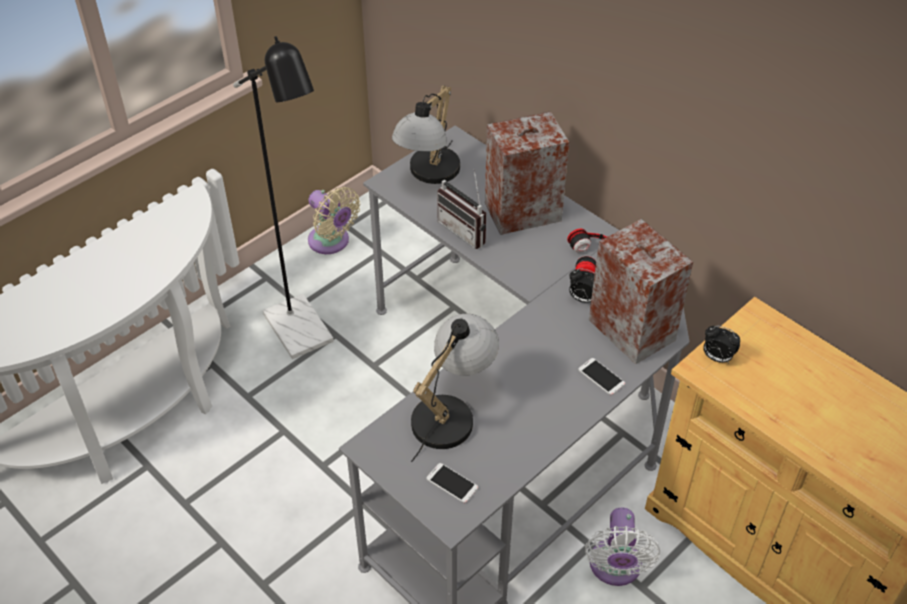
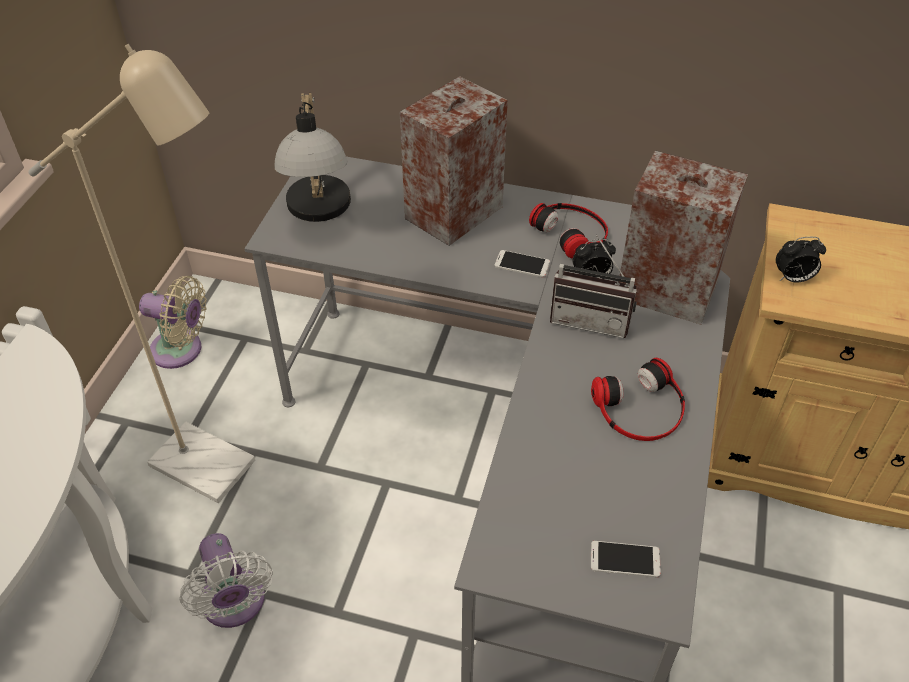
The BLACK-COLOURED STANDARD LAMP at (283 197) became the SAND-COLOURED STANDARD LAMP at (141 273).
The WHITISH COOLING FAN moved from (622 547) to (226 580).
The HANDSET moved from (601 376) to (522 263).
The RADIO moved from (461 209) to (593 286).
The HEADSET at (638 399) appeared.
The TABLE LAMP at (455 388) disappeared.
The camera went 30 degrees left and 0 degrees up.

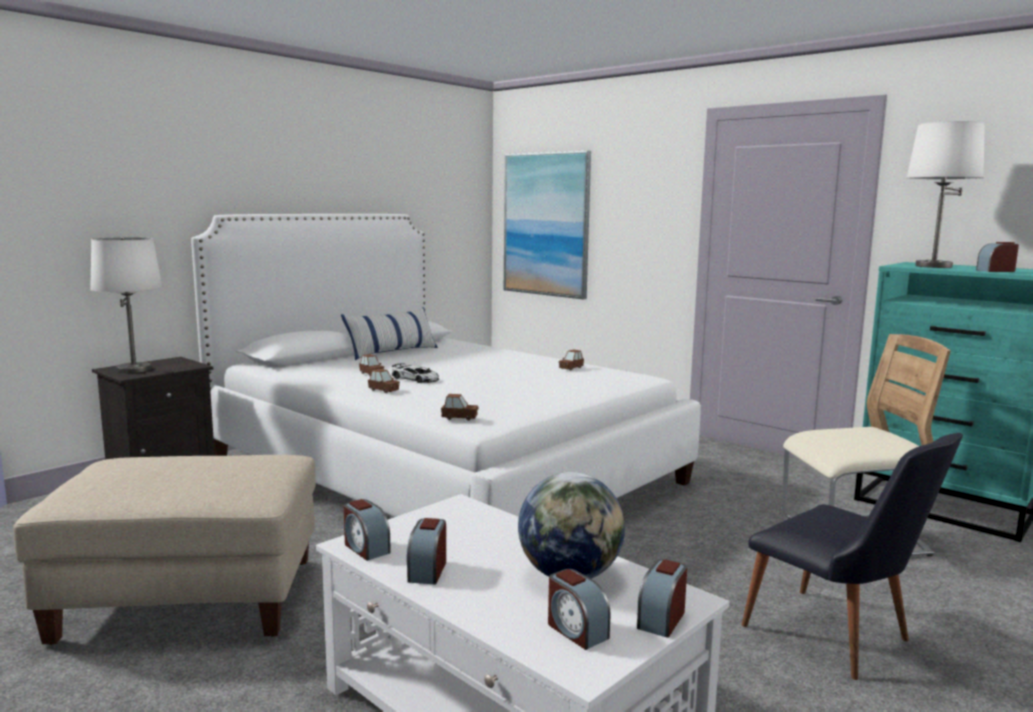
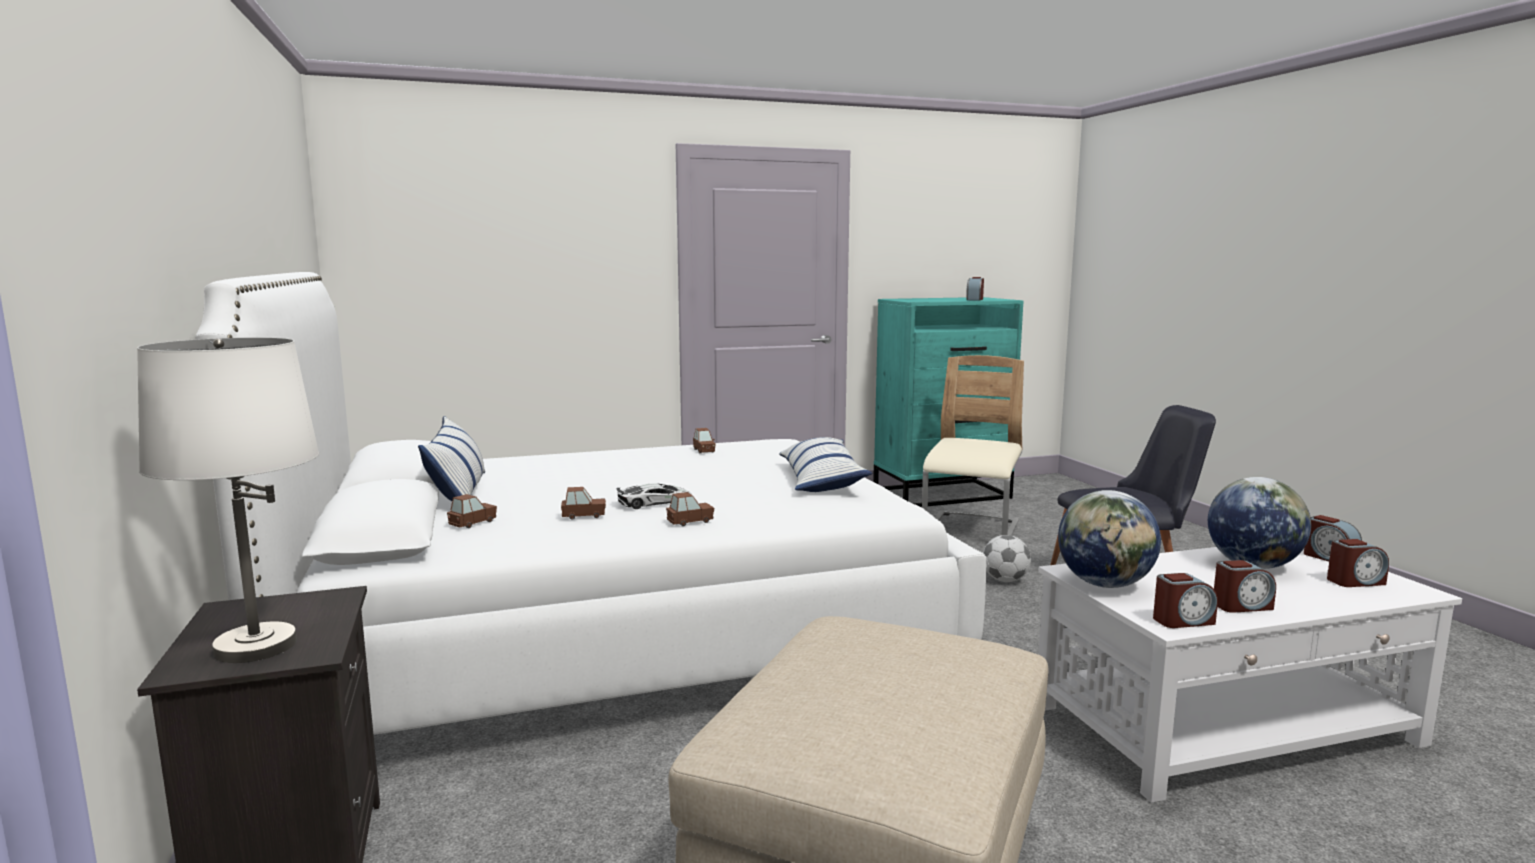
The BROWNISH MODEL CAR moved from (460 407) to (472 511).
The CUSHION at (825 464) appeared.
The FOOTBALL at (1007 558) appeared.
The WORLD GLOBE at (1109 539) appeared.
The TABLE CLOCK at (426 551) turned 45 degrees counterclockwise.
The PICTURE at (547 224) disappeared.
The WHITISH TABLE LAMP at (945 194) disappeared.
The camera went 60 degrees left and 0 degrees up.

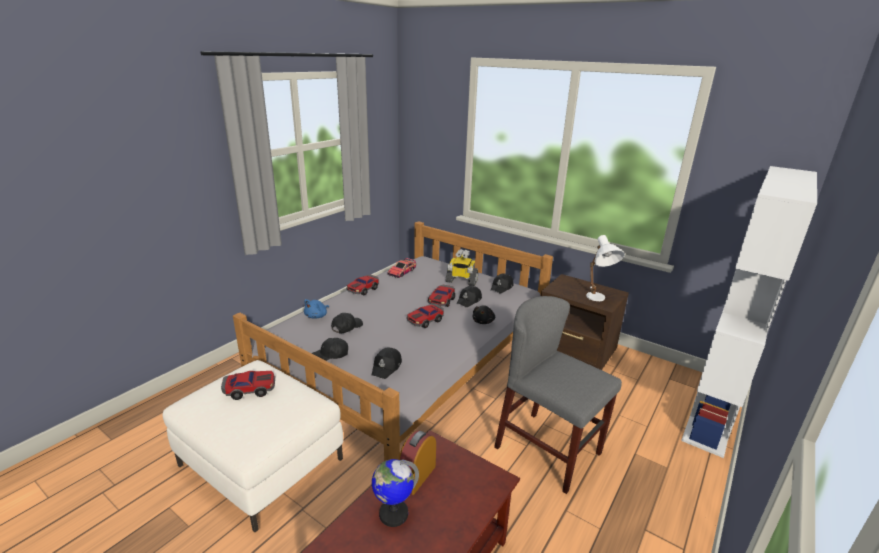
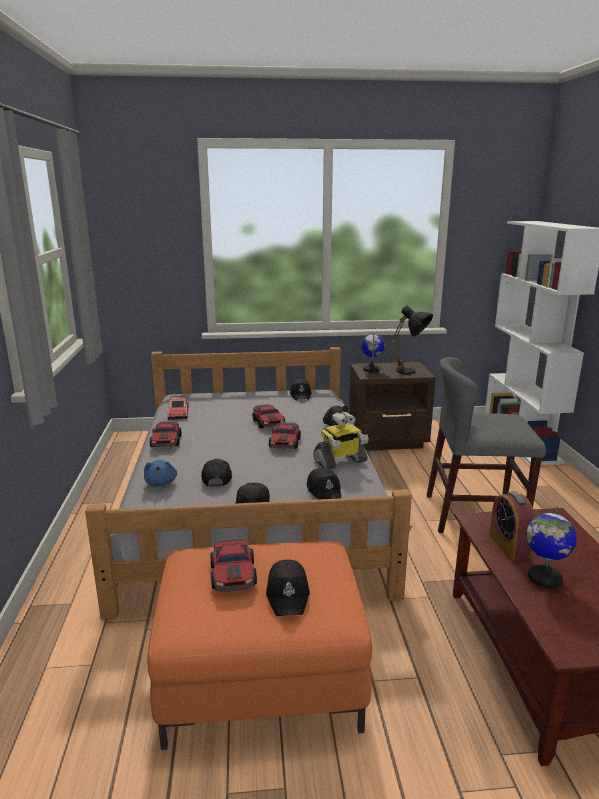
The WHITISH FOOTREST at (253 446) became the ORANGE-COLOURED FOOTREST at (259 645).
The MODEL CAR at (248 385) turned 135 degrees clockwise.
The BLACK-COLOURED BASEBALL CAP moved from (469 296) to (288 588).
The MODEL ROBOT moved from (461 267) to (341 440).
The WORLD GLOBE at (373 352) appeared.
The WHITISH TABLE LAMP at (605 268) became the BLACK-COLOURED TABLE LAMP at (412 340).
The camera went 40 degrees left and 5 degrees down.

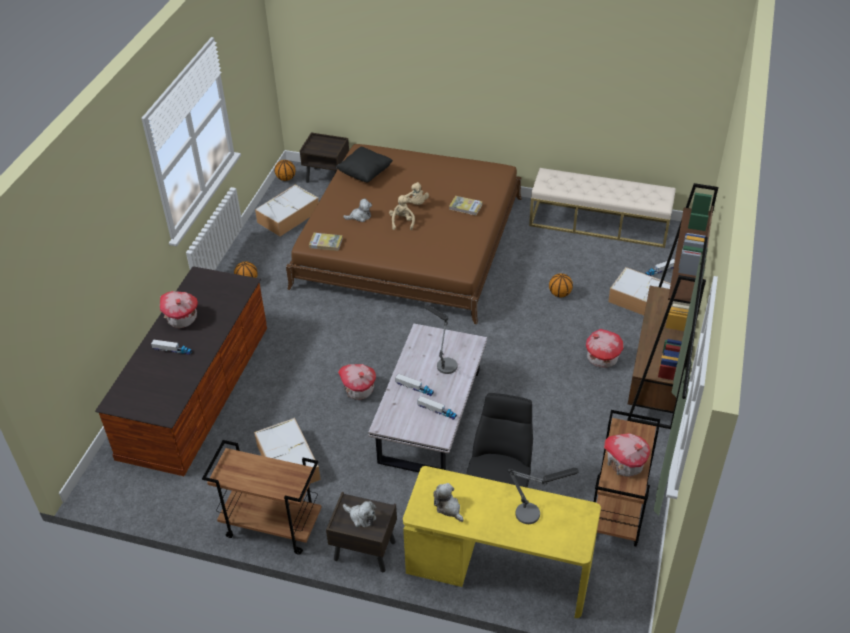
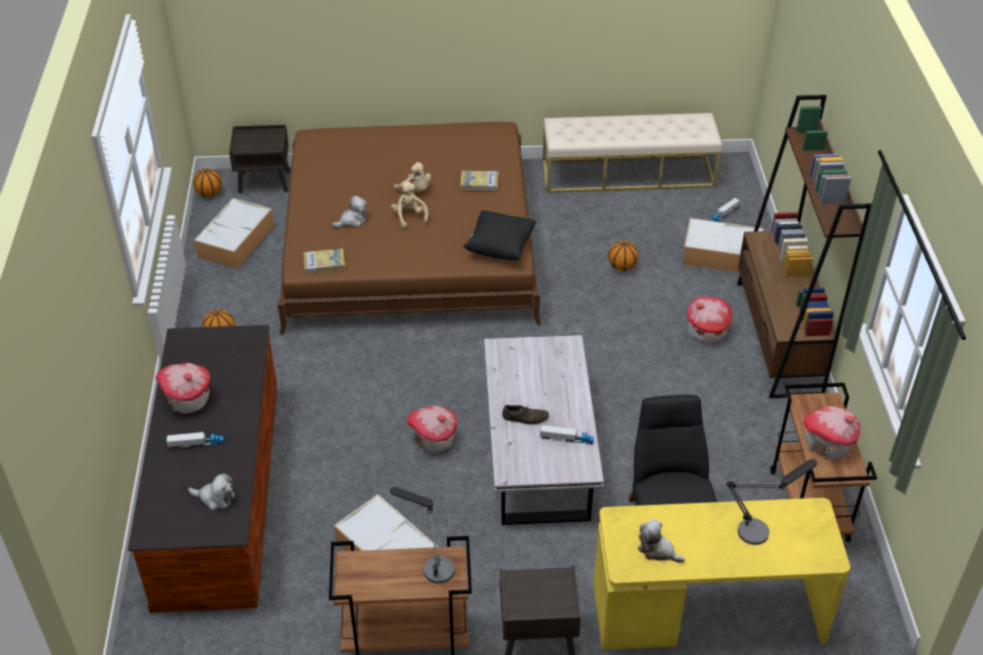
The PLUSH TOY moved from (359 514) to (211 492).
The TABLE LAMP moved from (440 339) to (422 535).
The BLACK-COLOURED CUSHION moved from (364 164) to (499 235).
The MODEL TRUCK at (414 385) was replaced by the BROWNISH ITEM OF FOOTWEAR at (525 415).
The camera went 20 degrees left and 0 degrees up.

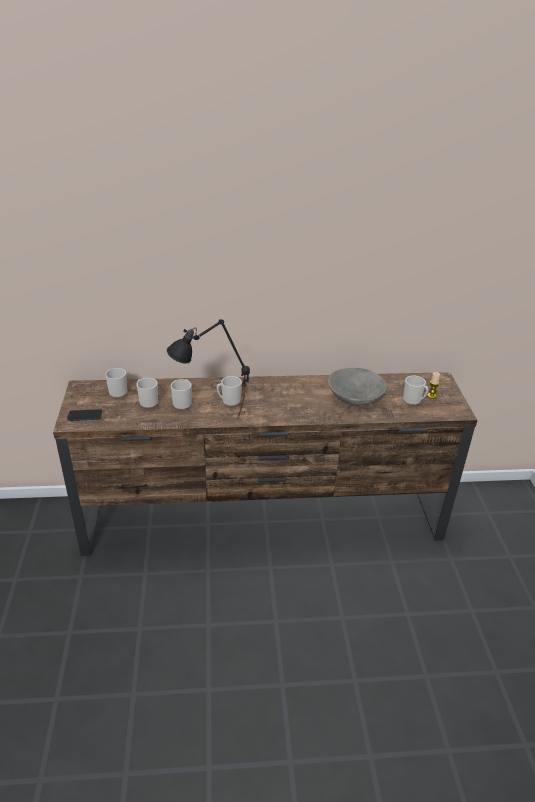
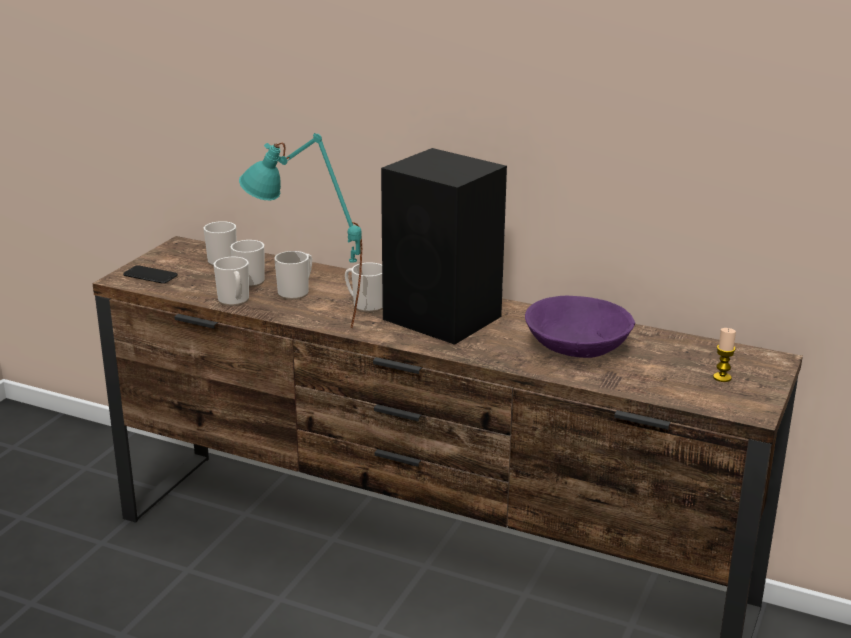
The COFFEE MUG moved from (415 390) to (231 281).
The BLACK-COLOURED TABLE LAMP at (208 368) became the TURQUOISE-COLOURED TABLE LAMP at (300 230).
The BLACK-COLOURED AUDIO SPEAKER at (444 246) appeared.
The GRAY SERVING BOWL at (357 386) became the PURPLE SERVING BOWL at (580 327).
The camera went 30 degrees right and 10 degrees down.

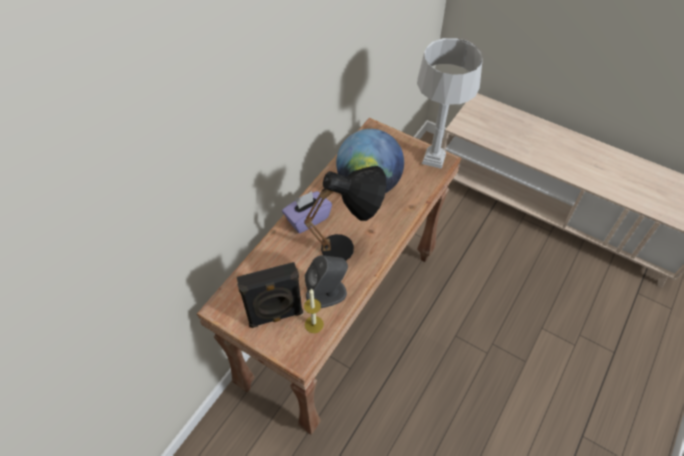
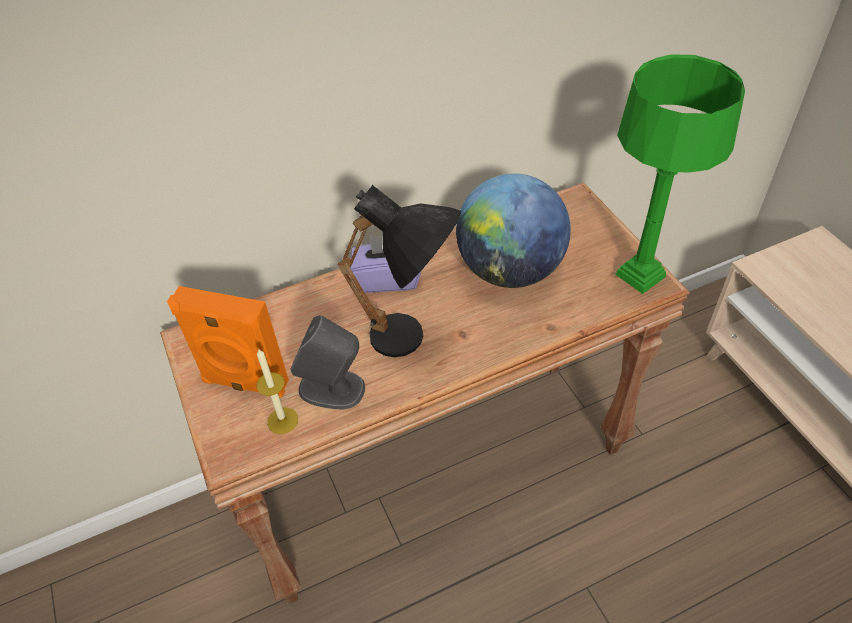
The BLACK-COLOURED AUDIO SPEAKER at (270 295) became the ORANGE-COLOURED AUDIO SPEAKER at (228 341).
The GRAY TABLE LAMP at (450 103) became the GREEN TABLE LAMP at (680 174).
The camera went 35 degrees right and 5 degrees down.

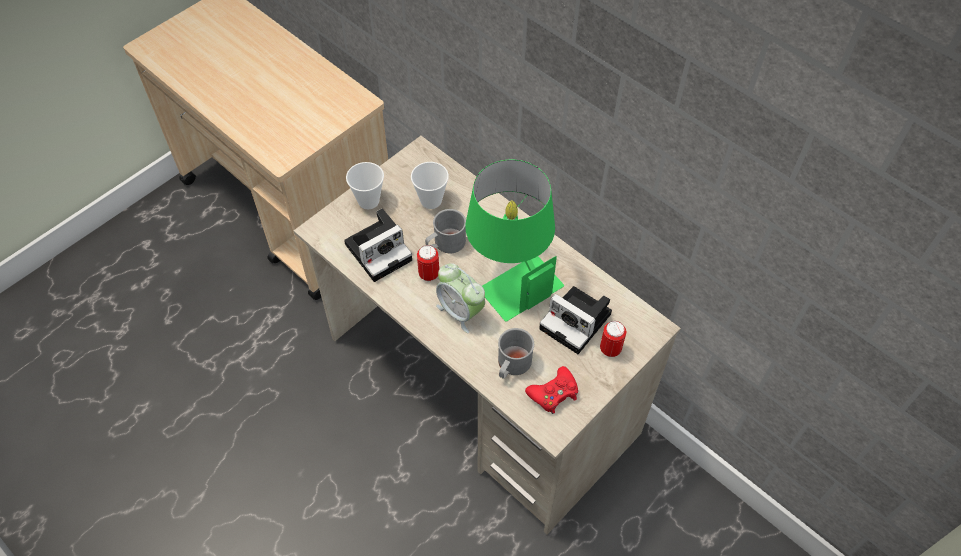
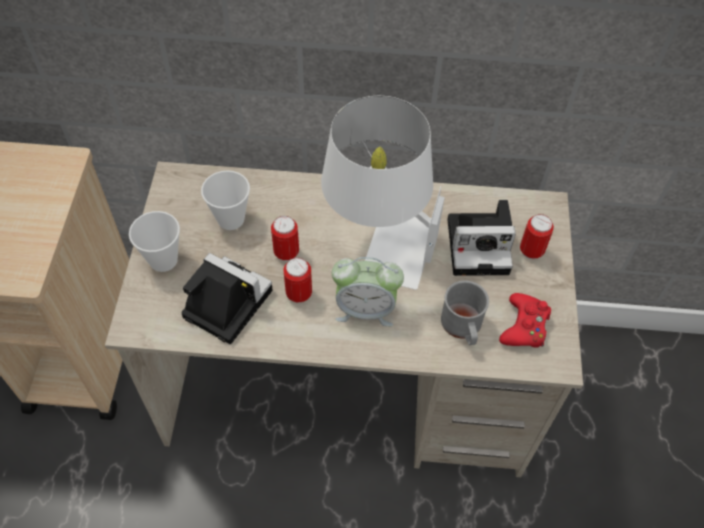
The PHOTO CAMERA at (378 245) turned 75 degrees counterclockwise.
The GRAY COFFEE MUG at (445 231) was replaced by the CAN at (285 238).
The GREEN TABLE LAMP at (514 241) became the WHITISH TABLE LAMP at (383 193).
The camera went 40 degrees left and 0 degrees up.

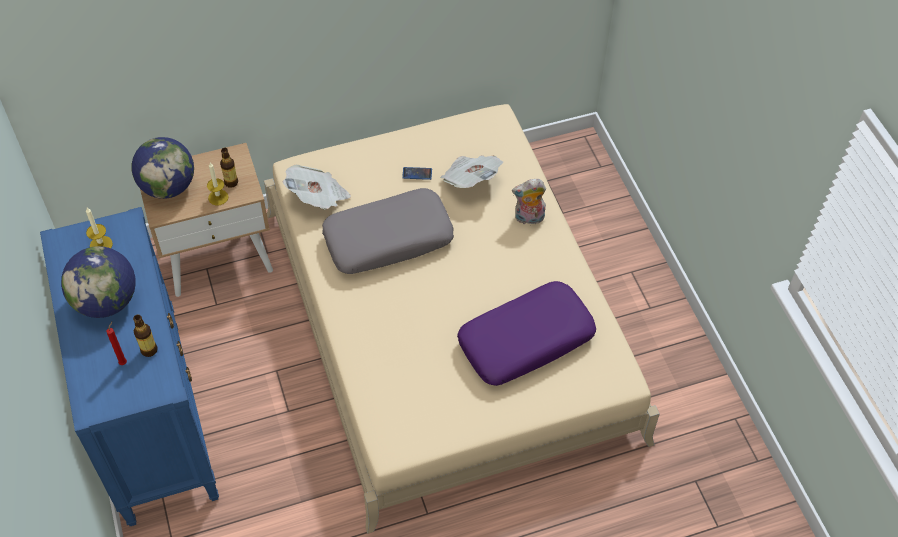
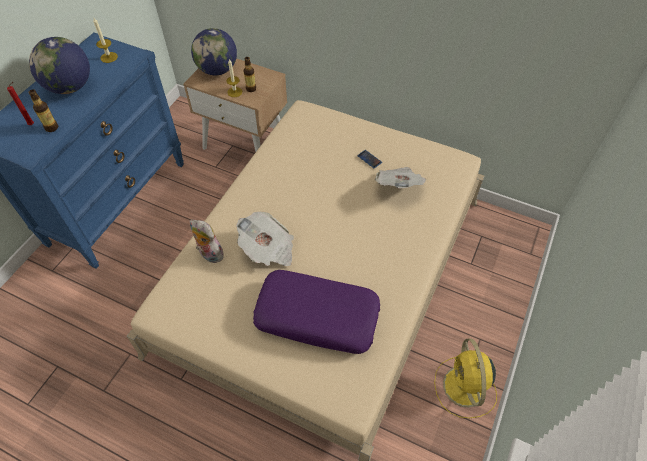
The PLUSH TOY moved from (529 201) to (207 241).
The PRINTED PAPER moved from (316 187) to (265 239).
The YELLOW COOLING FAN at (465 378) appeared.
The GRAY CUSHION at (388 231) disappeared.
The camera went 45 degrees right and 0 degrees up.

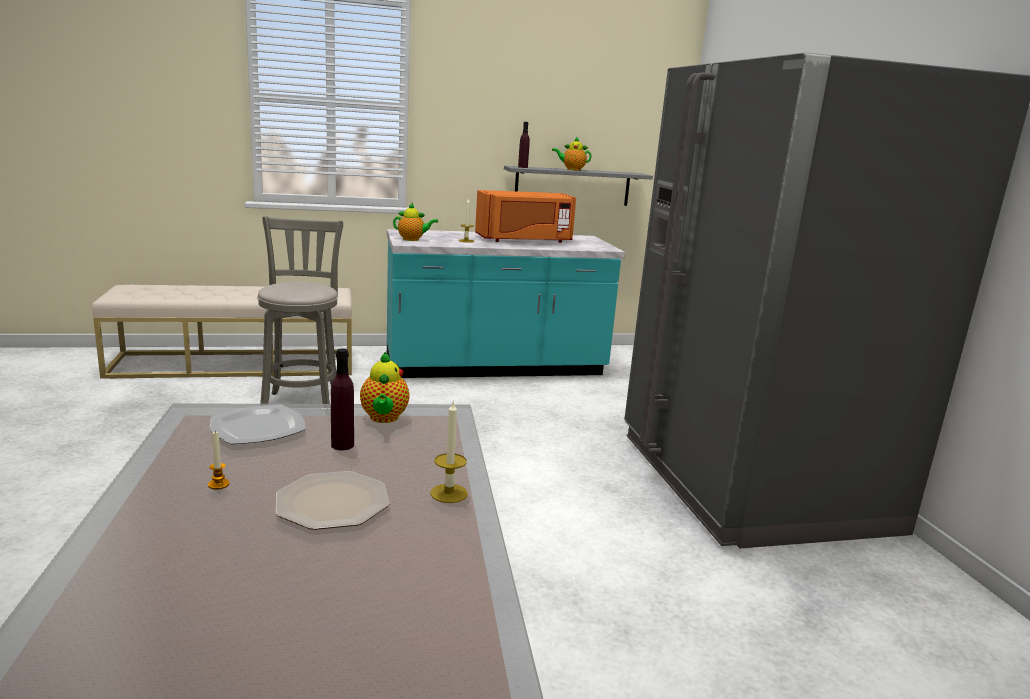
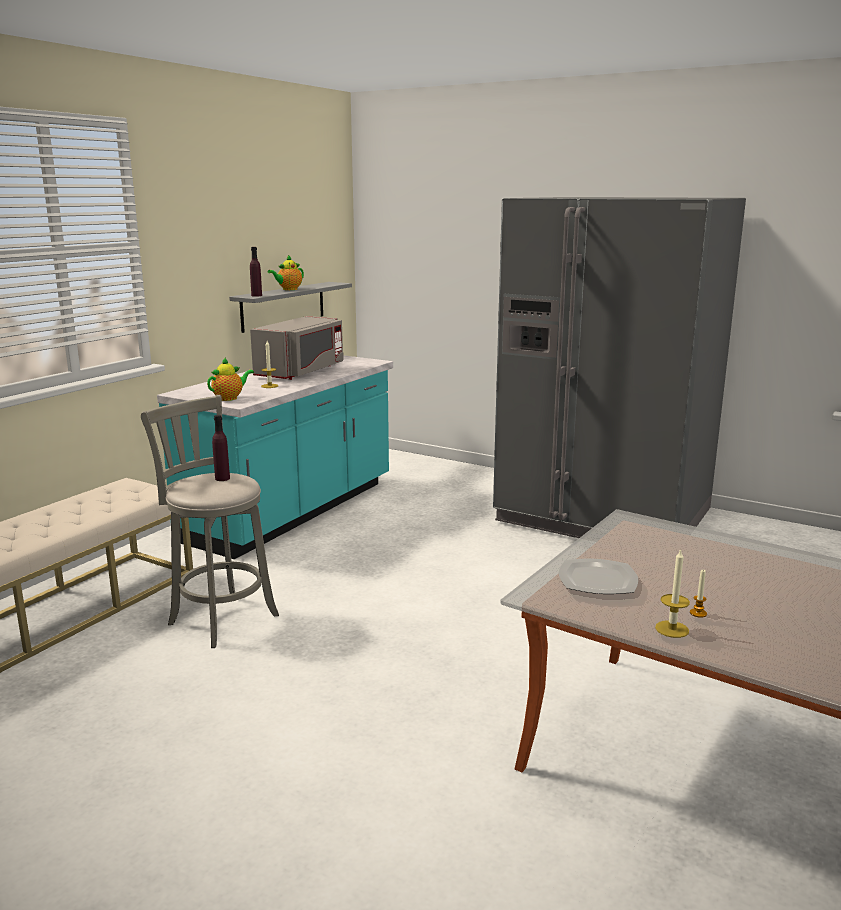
The PURPLE BEVERAGE BOTTLE moved from (342 399) to (221 448).
The ORANGE-COLOURED MICROWAVE at (525 216) became the GRAY MICROWAVE at (297 348).
The CANDLE moved from (449 452) to (672 593).
The DINNER PLATE at (333 500) disappeared.
The TEAPOT at (384 387) disappeared.
The camera went 45 degrees left and 0 degrees up.

